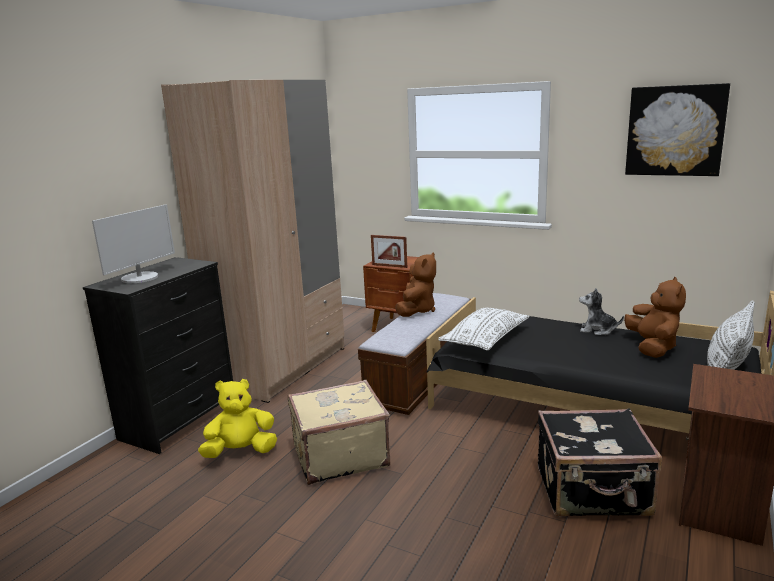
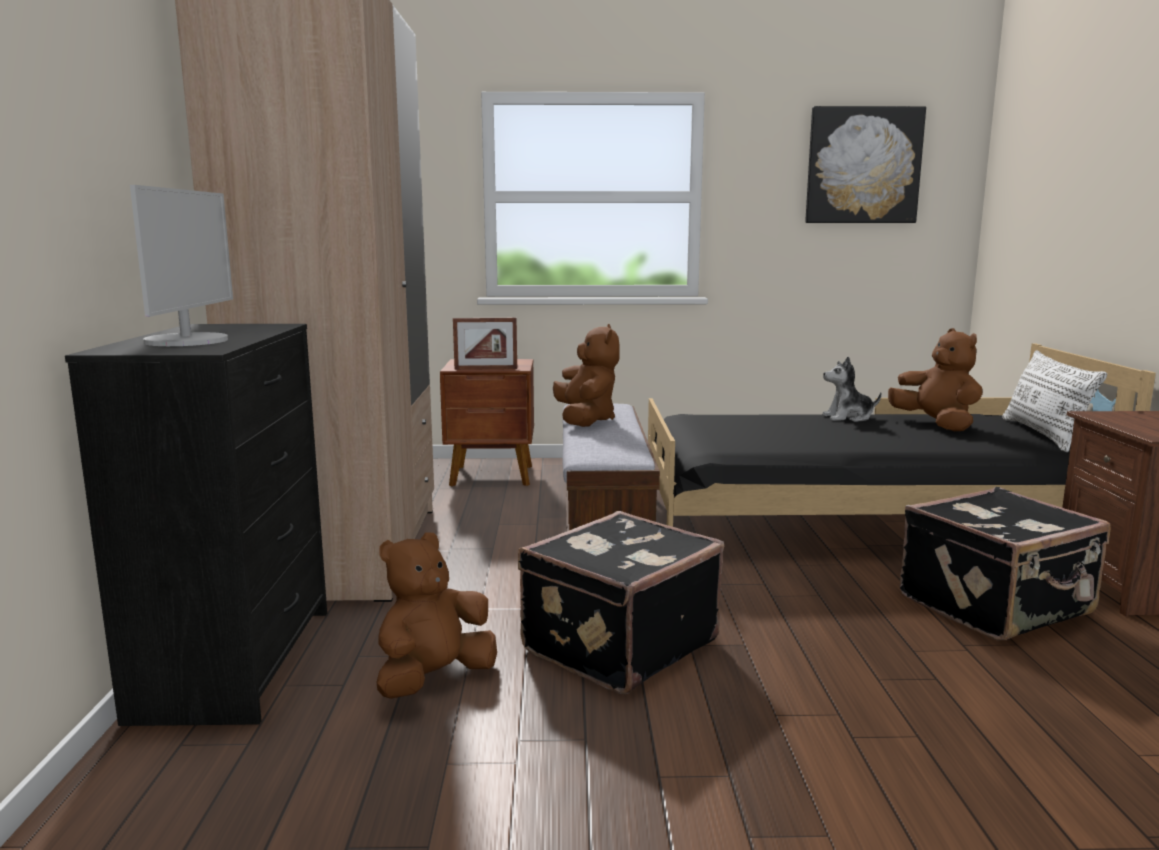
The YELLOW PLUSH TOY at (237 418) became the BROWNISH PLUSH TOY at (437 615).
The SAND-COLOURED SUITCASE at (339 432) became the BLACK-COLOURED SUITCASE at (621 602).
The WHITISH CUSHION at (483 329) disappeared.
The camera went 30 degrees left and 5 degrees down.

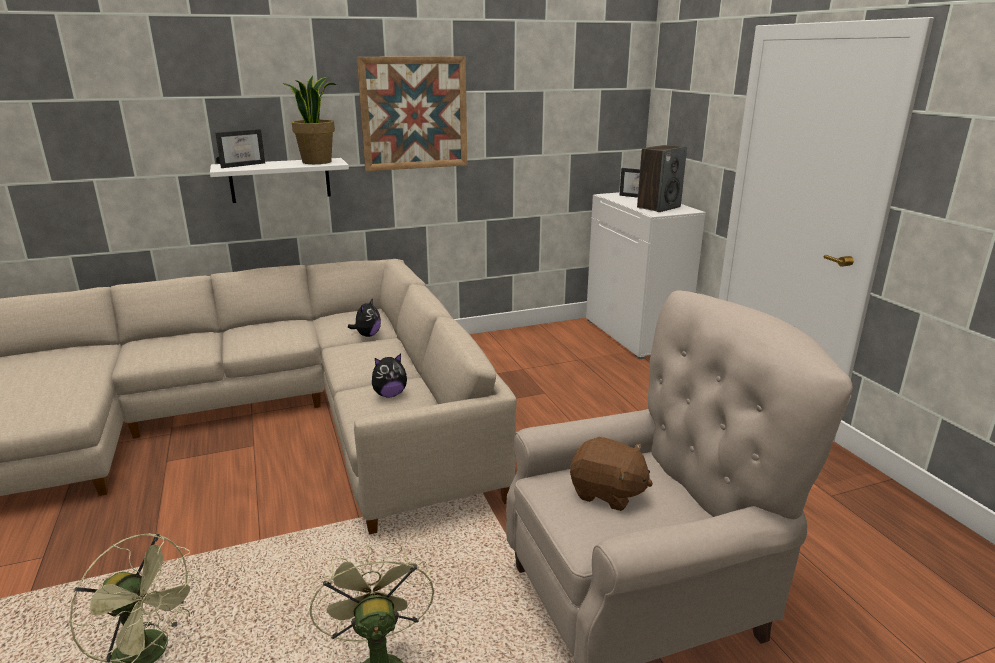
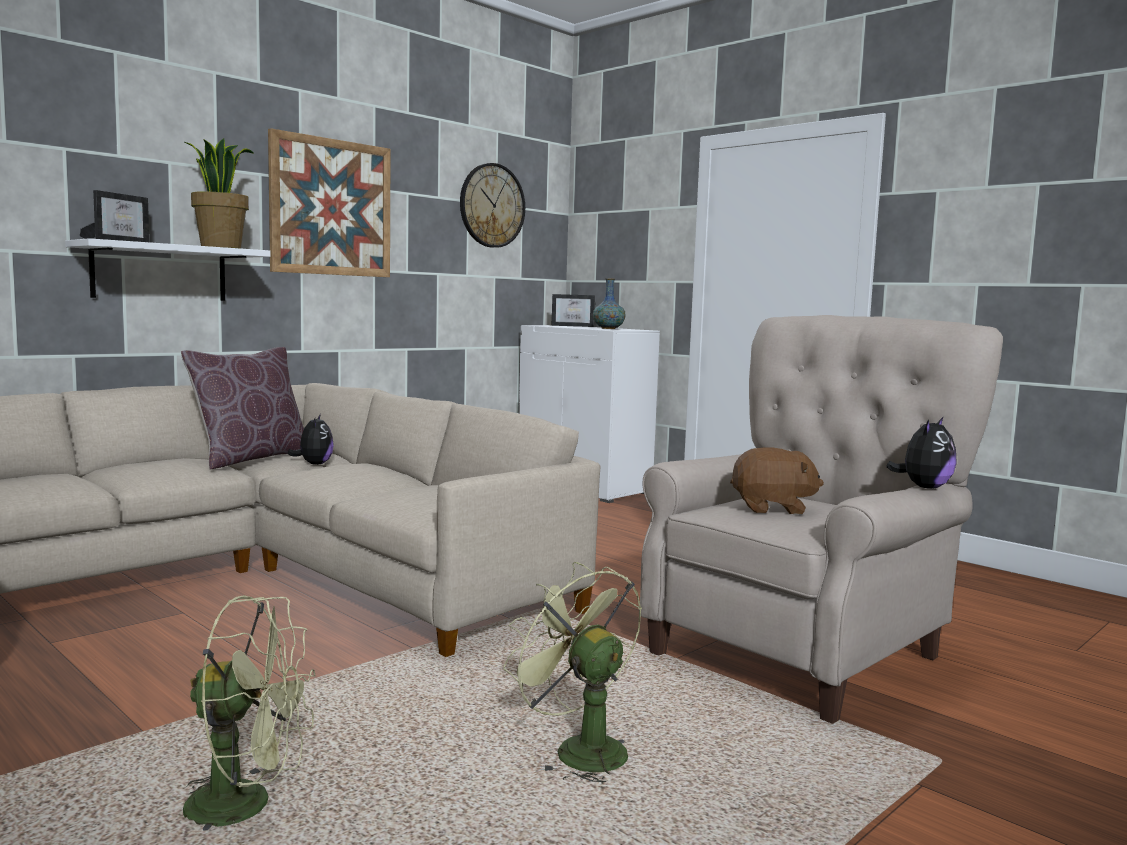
The BROWNISH CUSHION at (242 408) appeared.
The CLOCK ON THE WALL at (492 205) appeared.
The AUDIO SPEAKER at (662 178) was replaced by the FLOWER VASE at (609 304).
The PLUSH TOY moved from (389 376) to (921 452).
The camera went 25 degrees left and 15 degrees down.

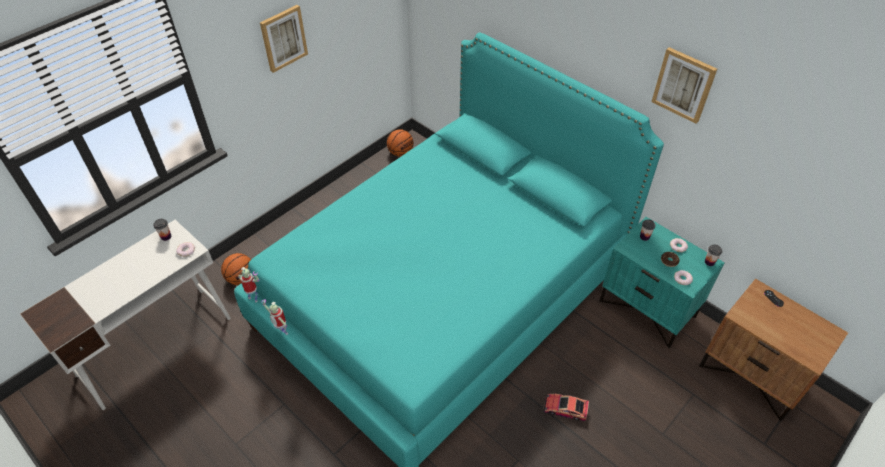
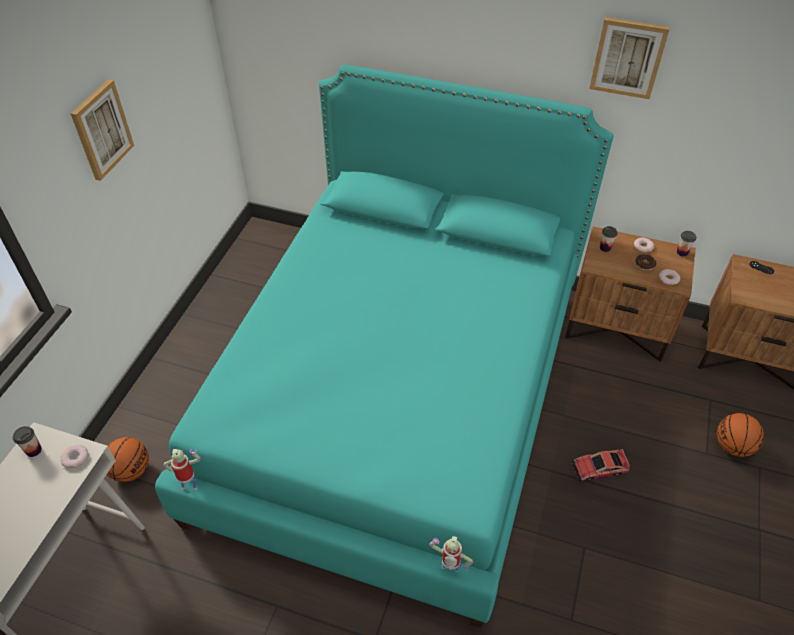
The MODEL ROBOT moved from (274 317) to (451 554).
The TURQUOISE-COLOURED NIGHTSTAND at (662 282) became the BROWNISH NIGHTSTAND at (630 294).
The BASKETBALL moved from (400 142) to (740 435).
The camera went 25 degrees left and 0 degrees up.

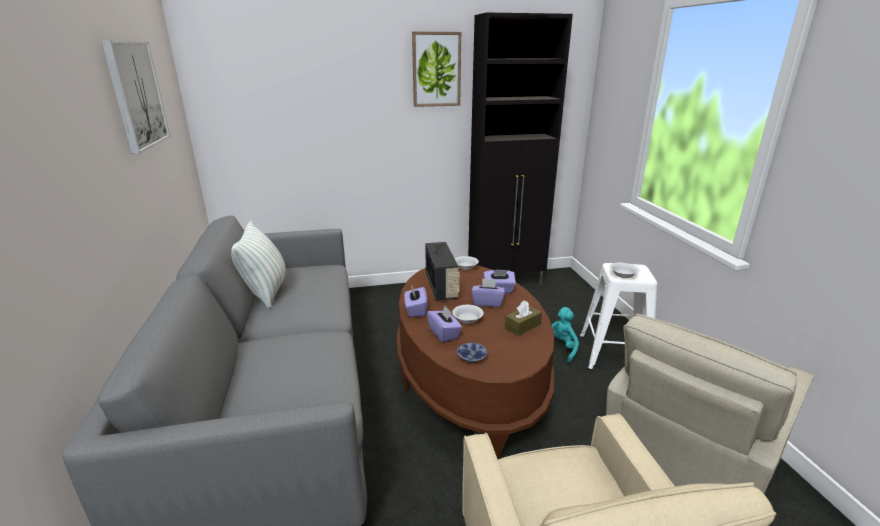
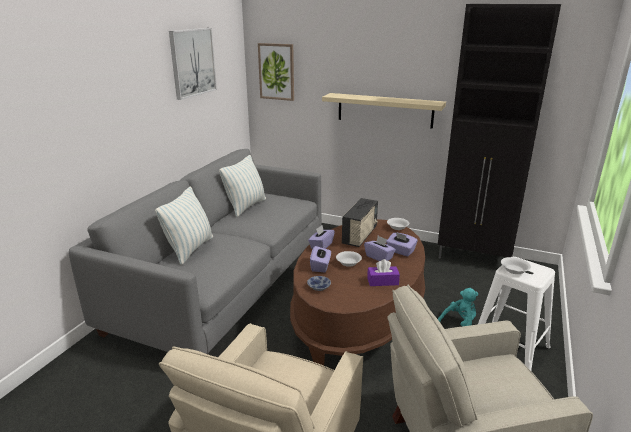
The CUSHION at (184 225) appeared.
The PICTURE moved from (436 69) to (276 72).
The SAND-COLOURED WALL SHELF at (384 111) appeared.
The BROWNISH TISSUE HOLDER at (523 318) became the PURPLE TISSUE HOLDER at (383 272).
The camera went 35 degrees right and 0 degrees up.

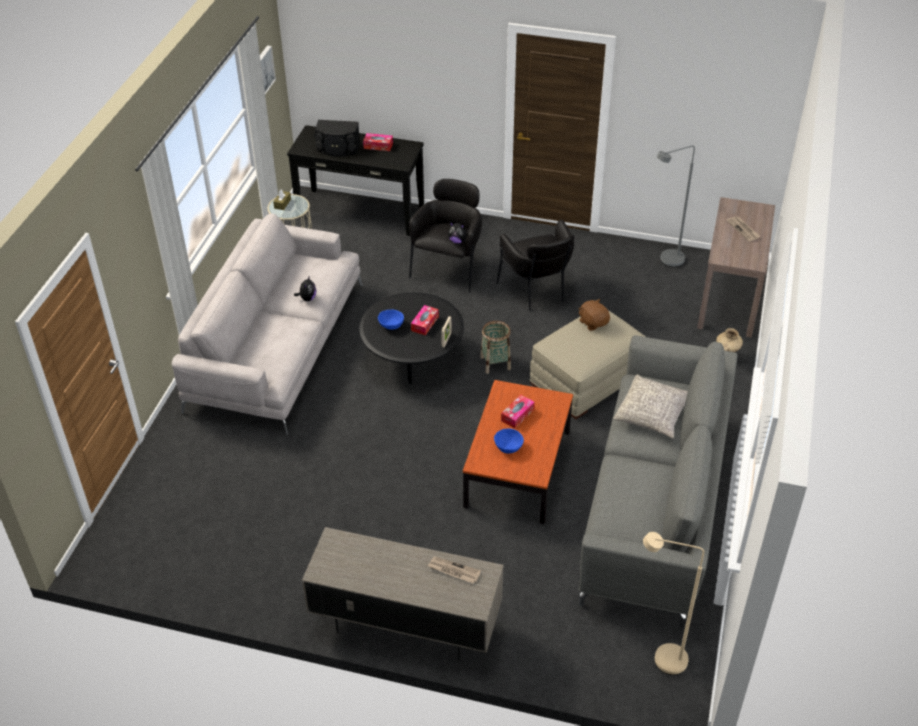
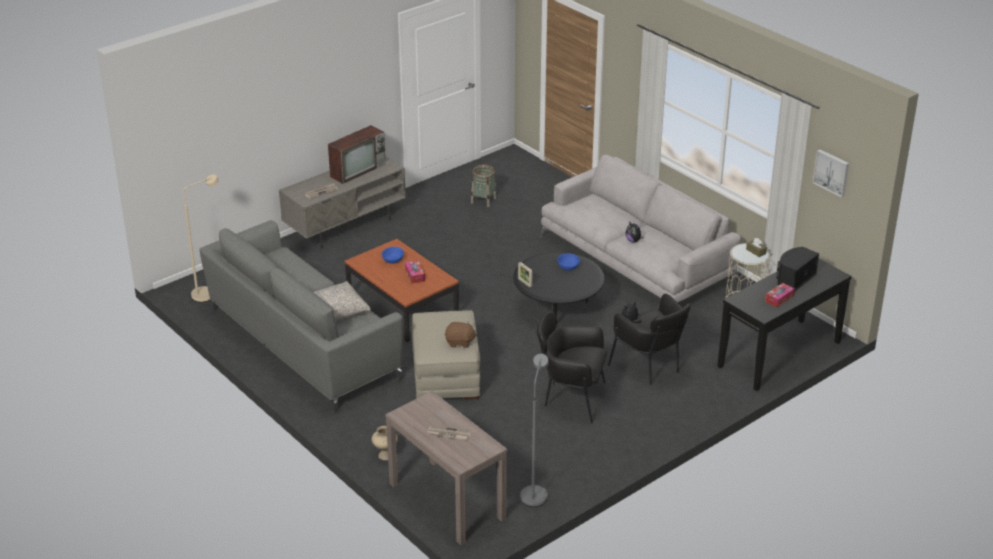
The TELEVISION at (357 154) appeared.
The BASKET moved from (495 347) to (484 185).
The TISSUE HOLDER at (425 320) disappeared.
The camera went 125 degrees right and 10 degrees down.

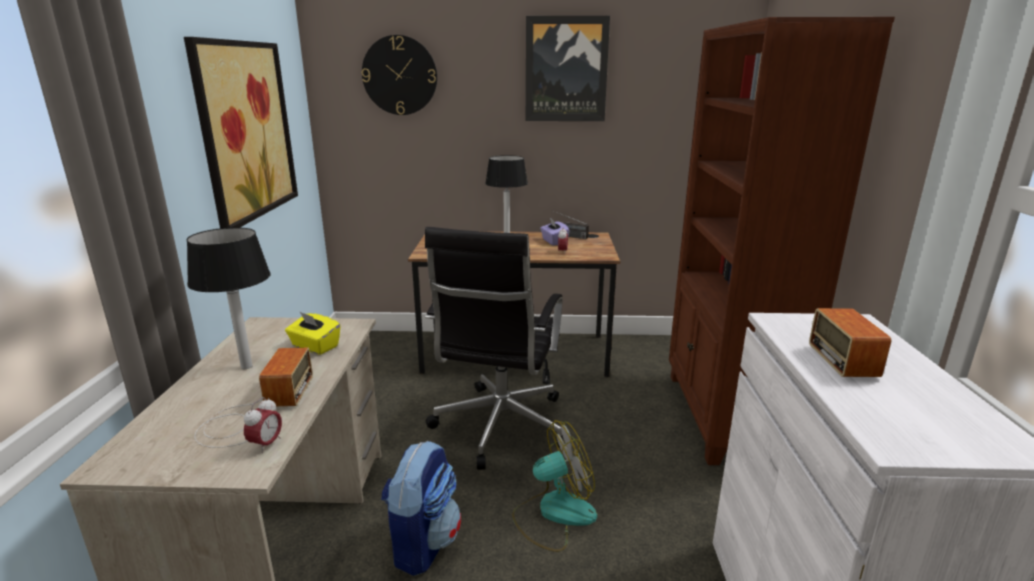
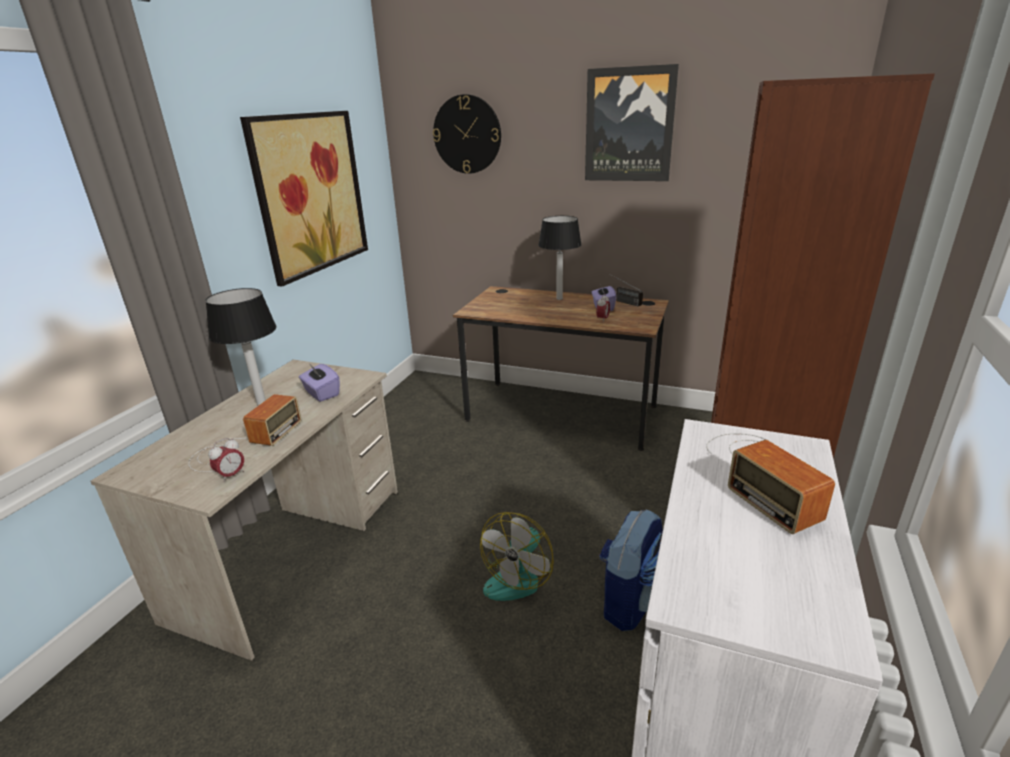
The YELLOW TISSUE HOLDER at (313 333) became the PURPLE TISSUE HOLDER at (319 382).
The COOLING FAN at (554 486) turned 120 degrees clockwise.
The RUCKSACK moved from (421 508) to (631 570).
The RADIO at (850 342) turned 45 degrees counterclockwise.
The BLACK-COLOURED OFFICE CHAIR at (495 348) disappeared.
The camera went 20 degrees right and 5 degrees up.

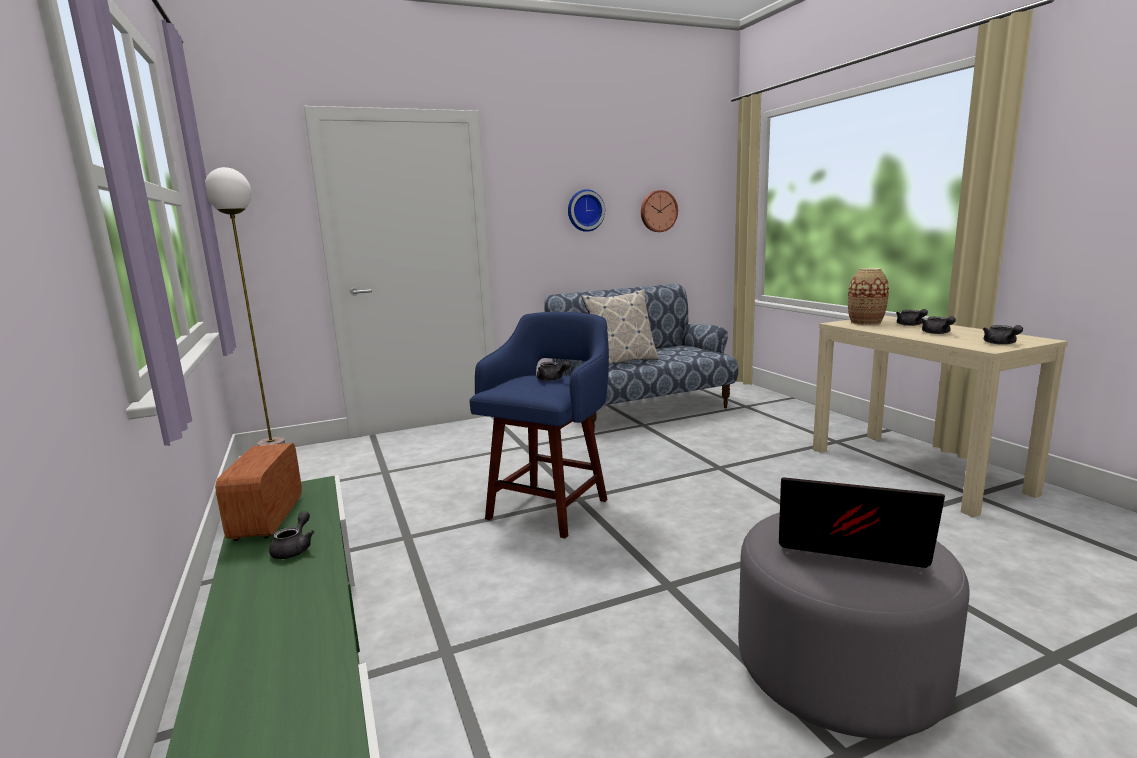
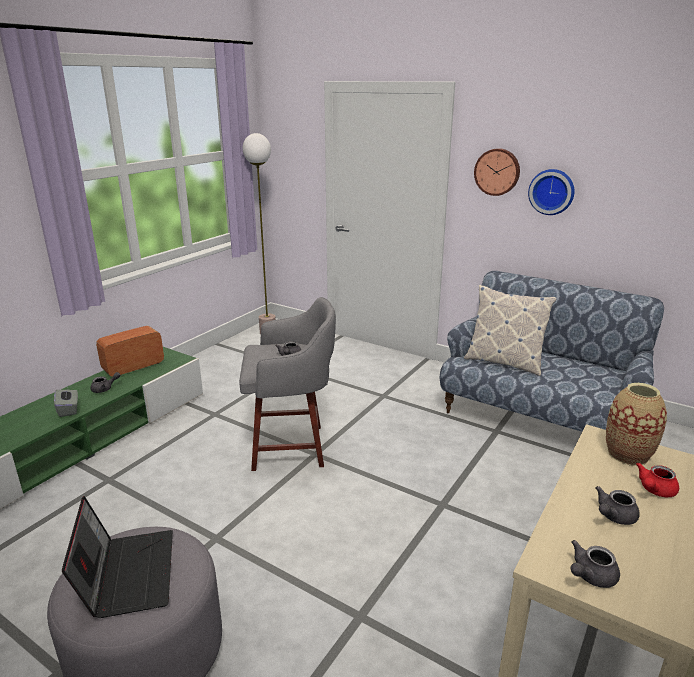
The GRAY TISSUE HOLDER at (66 402) appeared.
The BLUE STOOL SEAT at (539 425) became the GRAY STOOL SEAT at (287 384).
The CLOCK ON THE WALL moved from (659 211) to (497 172).
The GRAY TEAPOT at (912 317) became the REDDISH TEAPOT at (657 480).
The camera went 55 degrees right and 10 degrees up.

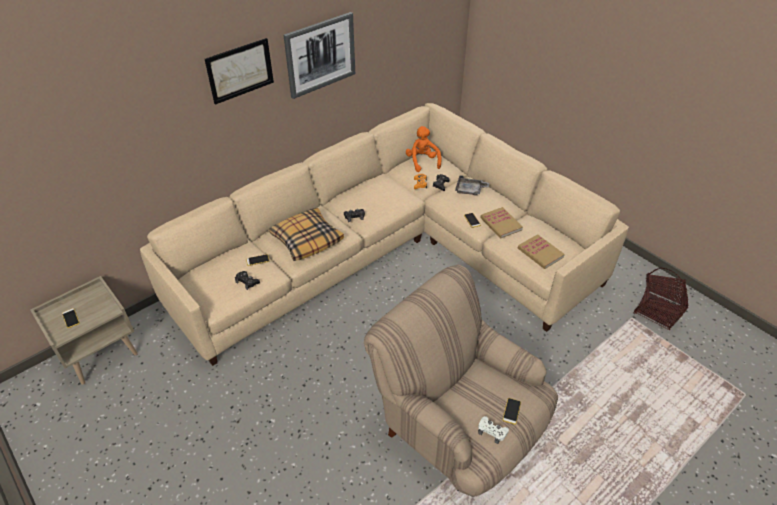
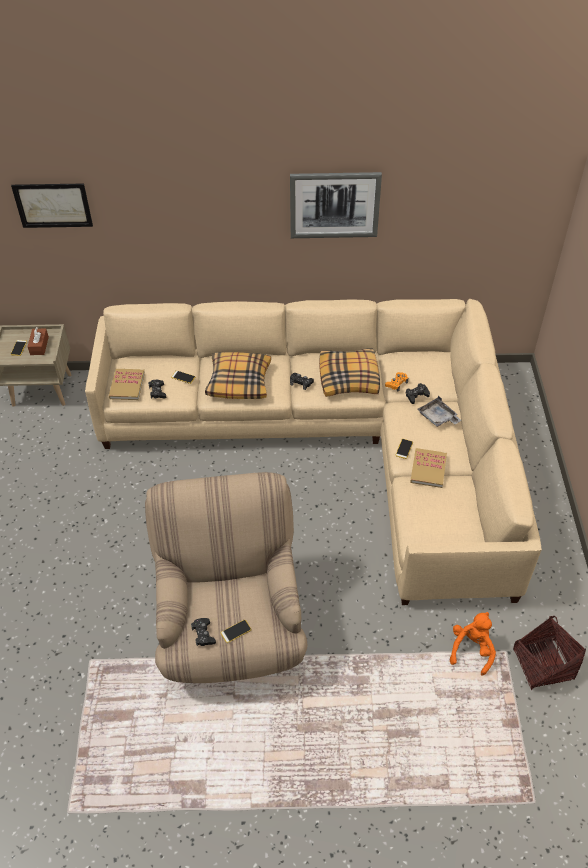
The PICTURE moved from (239 71) to (52 205).
The BROWNISH TISSUE HOLDER at (38 341) appeared.
The BOUND BOOK moved from (541 251) to (127 384).
The WHITISH JOYPAD at (493 430) became the BLACK-COLOURED JOYPAD at (203 632).
The CUSHION at (349 372) appeared.
The ORANGE-COLOURED PLUSH TOY moved from (423 149) to (473 644).
The camera went 40 degrees right and 5 degrees up.

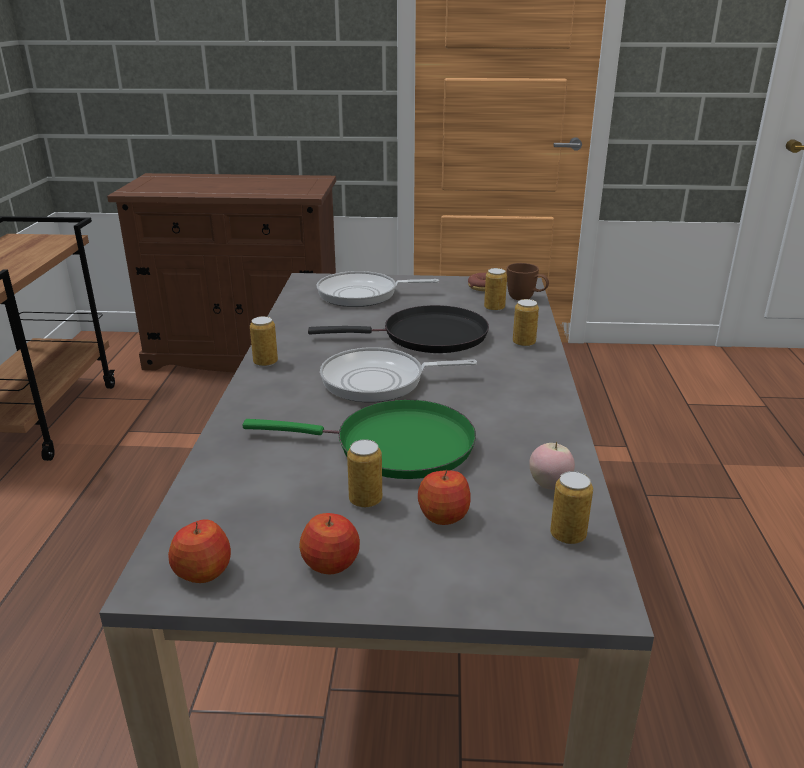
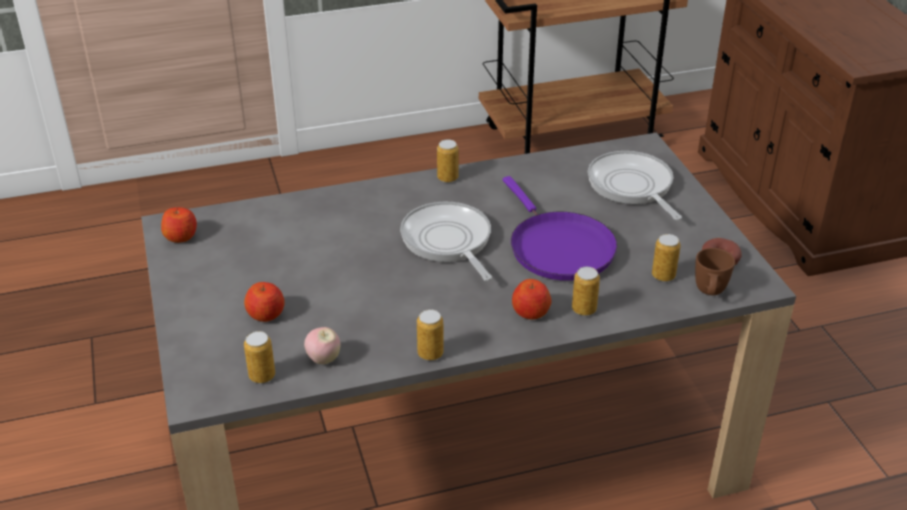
The CAN moved from (364 473) to (430 334).
The BLACK-COLOURED PAN at (398 329) became the PURPLE PAN at (560 228).
The WHOLE APPLE moved from (329 543) to (531 299).
The GREEN PAN at (359 439) disappeared.
The camera went 70 degrees right and 10 degrees up.

